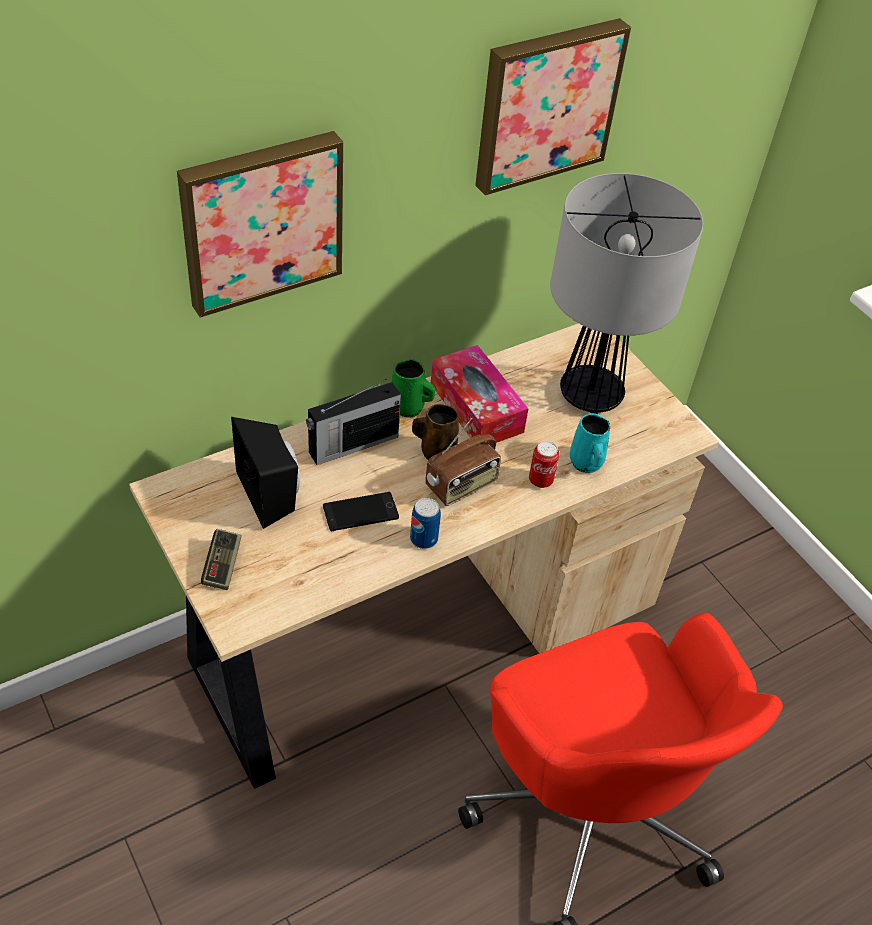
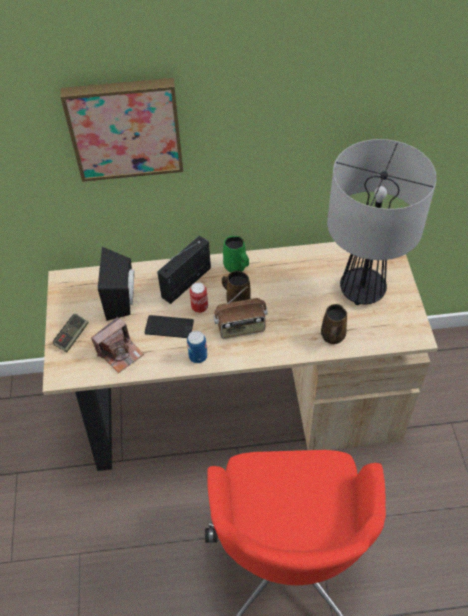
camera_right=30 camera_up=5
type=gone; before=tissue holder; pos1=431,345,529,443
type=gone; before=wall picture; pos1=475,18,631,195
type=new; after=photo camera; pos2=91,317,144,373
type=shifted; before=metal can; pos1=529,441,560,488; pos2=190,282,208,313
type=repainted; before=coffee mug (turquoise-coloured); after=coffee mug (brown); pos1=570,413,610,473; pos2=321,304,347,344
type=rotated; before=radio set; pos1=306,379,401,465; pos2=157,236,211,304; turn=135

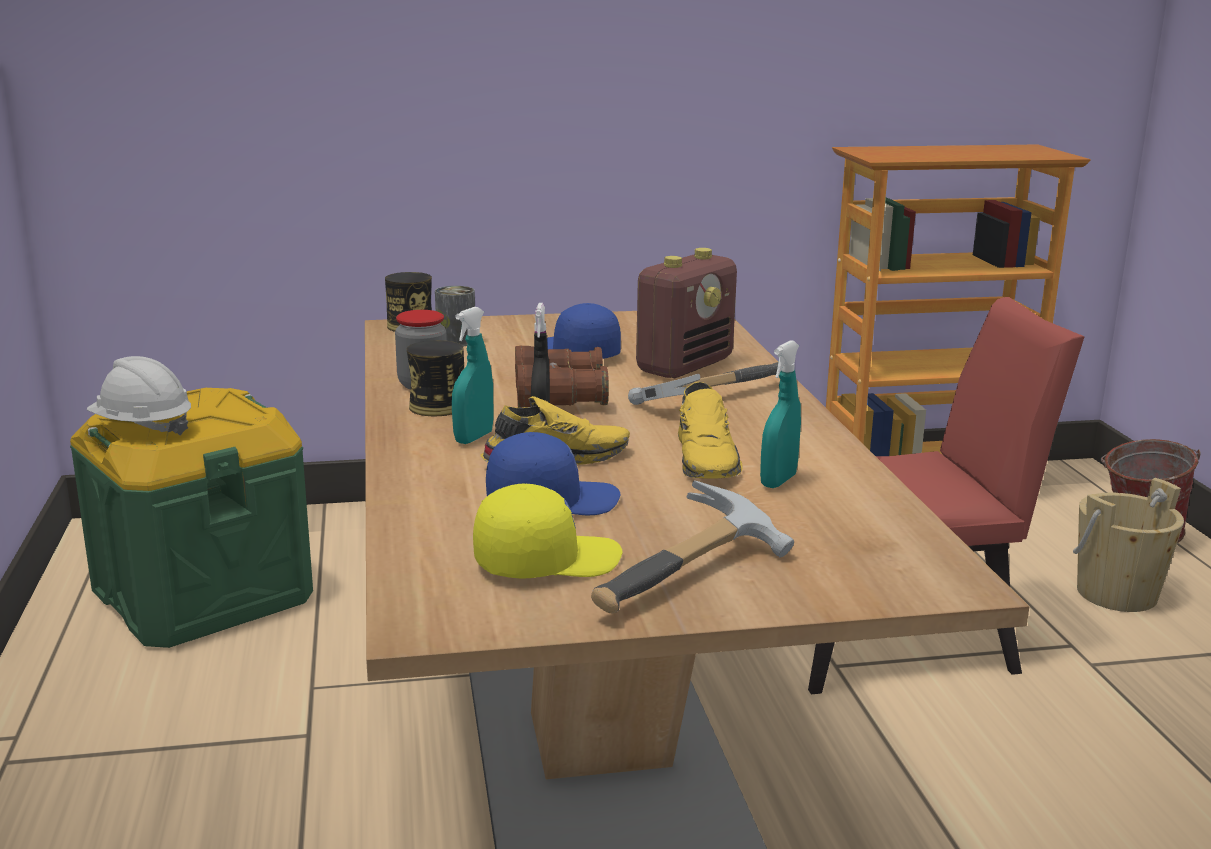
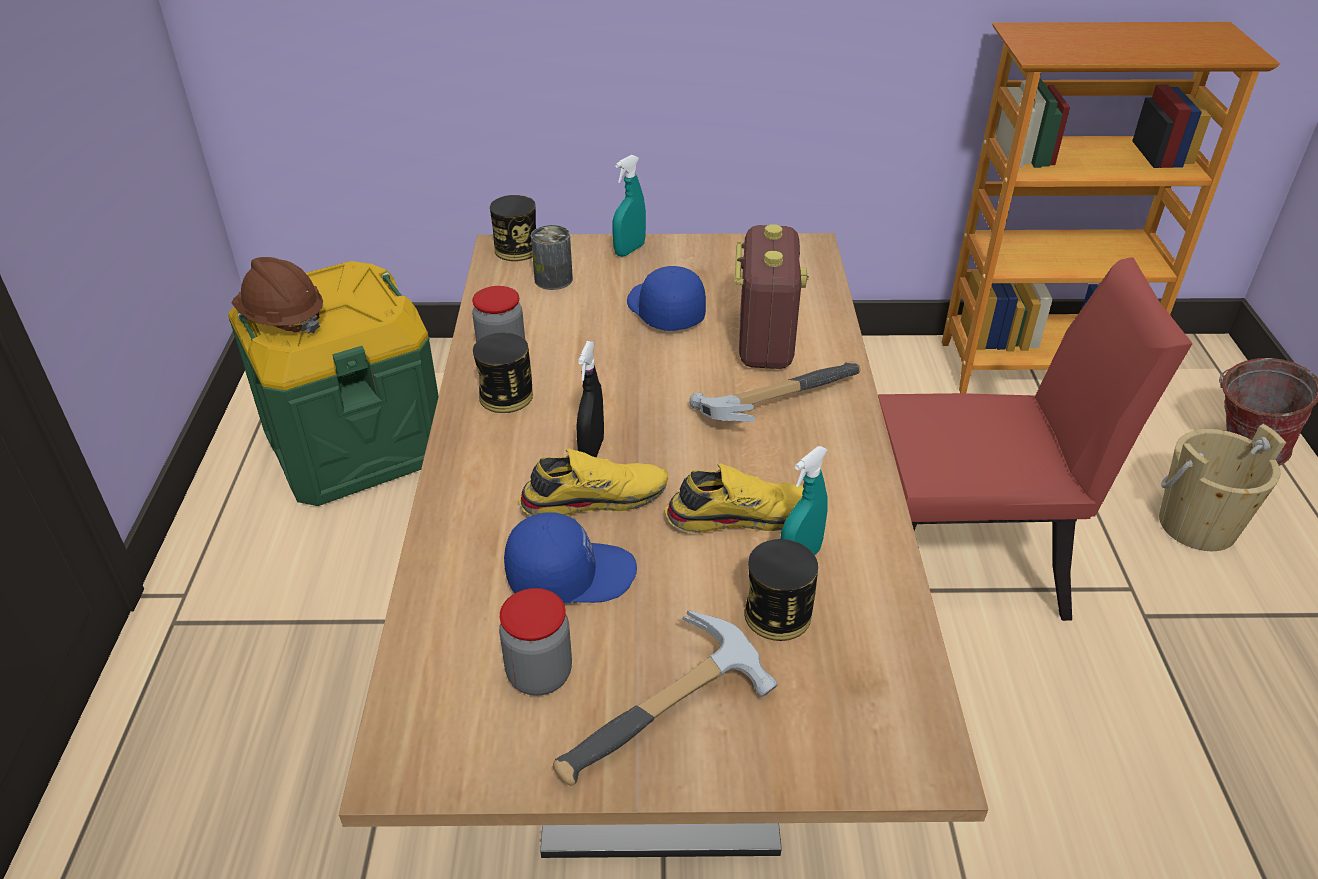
camera_right=10 camera_up=20
type=gone; before=field glasses (brown); pos1=515,346,609,408
type=new; after=metal can; pos2=744,539,818,641
type=shifted; before=spray bottle (turquoise-coloured); pos1=452,307,494,444; pos2=612,155,646,257
type=swapped; before=baseball cap (yellow-coloured); after=jar; pos1=473,484,623,579; pos2=499,588,572,696
type=repainted; before=safety helmet (whitish); after=safety helmet (brown); pos1=87,356,191,436; pos2=232,257,323,334
type=rotated; before=radio set; pos1=636,248,737,379; pos2=735,224,809,369; turn=-45
type=rotated; before=item of footwear (yellow-coloured); pos1=678,382,743,479; pos2=665,463,804,533; turn=-105

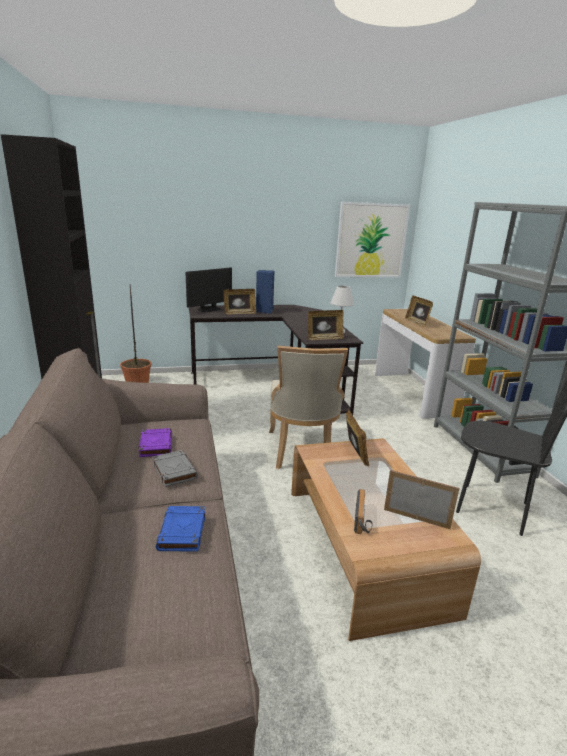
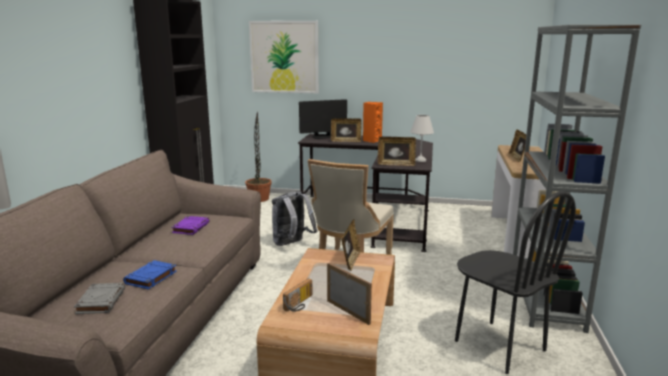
camera_right=25 camera_up=-5
type=new; after=rucksack (greyish); pos2=272,191,317,246
type=shifted; before=volume (greyish); pos1=152,450,198,487; pos2=74,283,125,314
type=shifted; before=wall picture; pos1=335,202,410,277; pos2=249,21,319,94
type=repainted; before=audio speaker (blue-coloured); after=audio speaker (orange); pos1=256,270,274,314; pos2=363,102,383,143

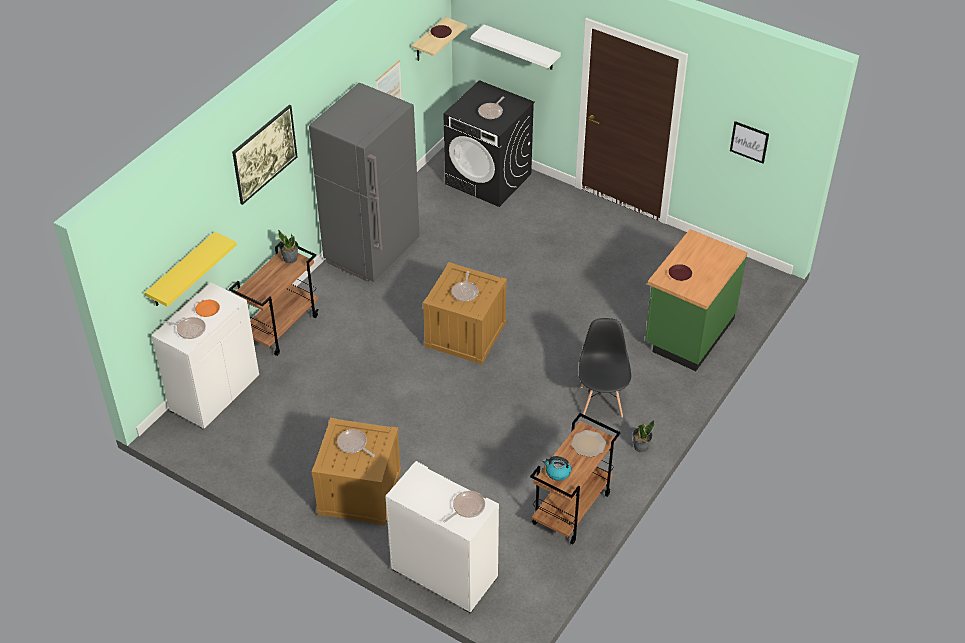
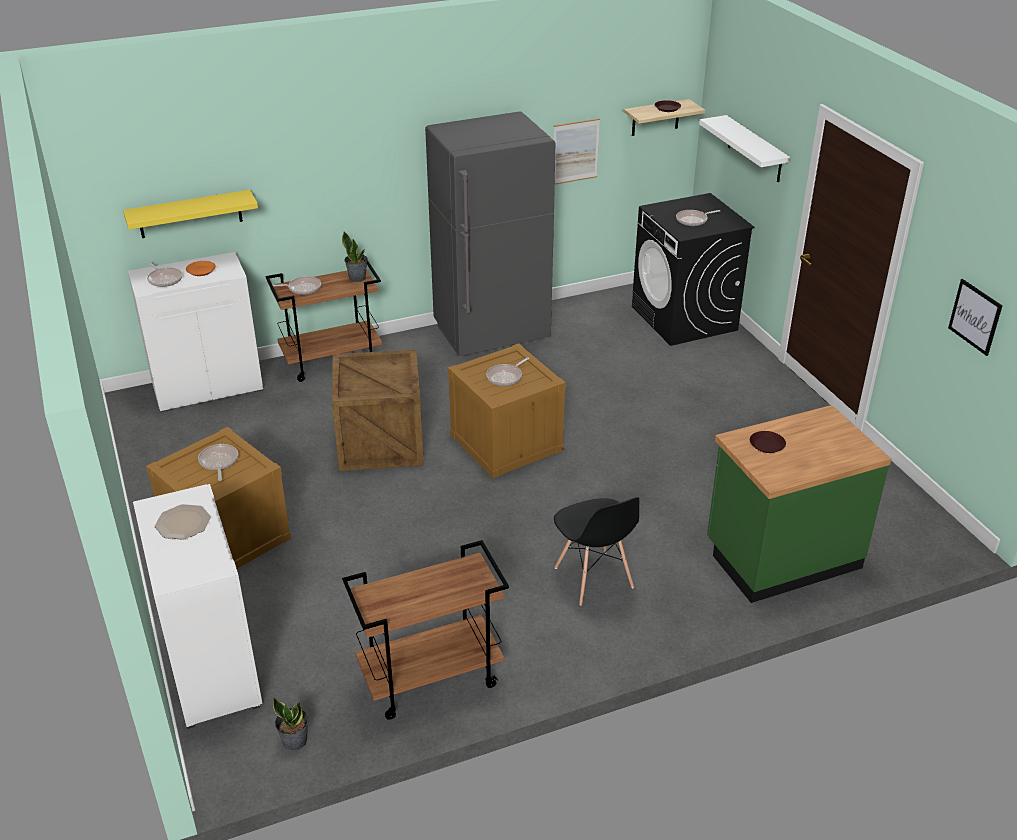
camera_right=35 camera_up=-10
type=gone; before=wall picture; pos1=232,105,297,205
type=gone; before=water kettle; pos1=543,456,571,481
type=new; after=shipping crate; pos2=332,350,424,471
type=shifted; before=skillet; pos1=443,491,485,523; pos2=273,276,321,295
type=shifted; before=flat dish; pos1=571,430,606,457; pos2=155,504,211,540
type=shifted; before=potted plant; pos1=632,420,654,453; pos2=273,698,309,751
type=rotated; before=plain chair (black-coloured); pos1=579,318,631,417; pos2=554,497,639,606; turn=120

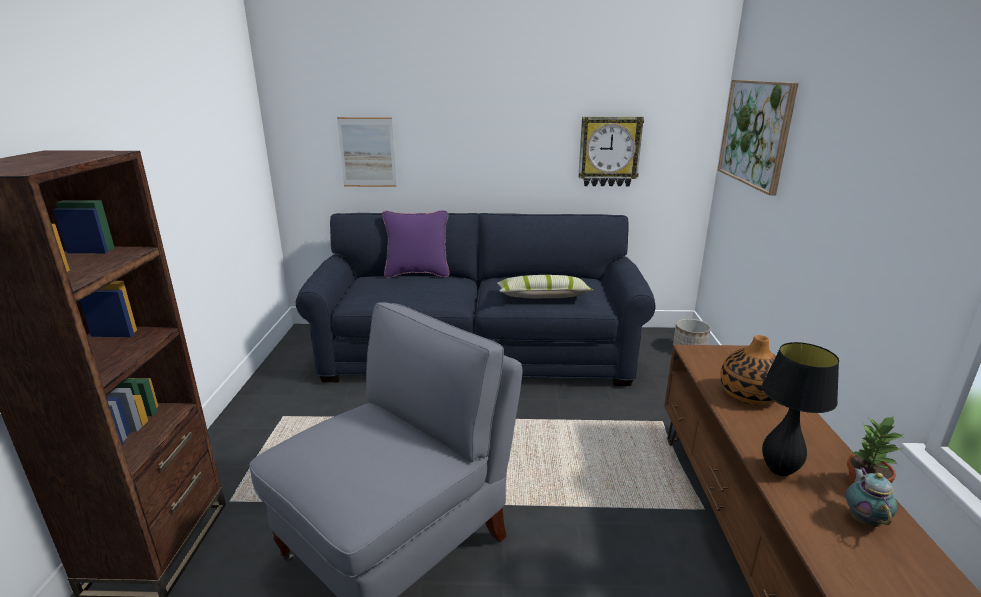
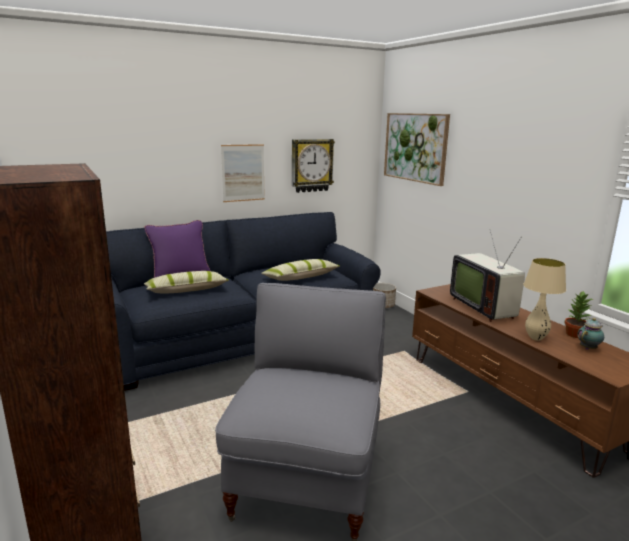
camera_right=-30 camera_up=-5
type=new; after=pillow; pos2=144,271,229,293
type=shifted; before=wall picture; pos1=337,117,397,187; pos2=221,144,265,202
type=swapped; before=vase; after=TV set; pos1=720,335,776,405; pos2=450,231,525,322
type=repainted; before=tabletop lamp (black-coloured); after=tabletop lamp (beige); pos1=762,342,839,476; pos2=523,258,566,341
type=rotated; before=pot for tea; pos1=846,467,897,527; pos2=577,318,604,349; turn=75

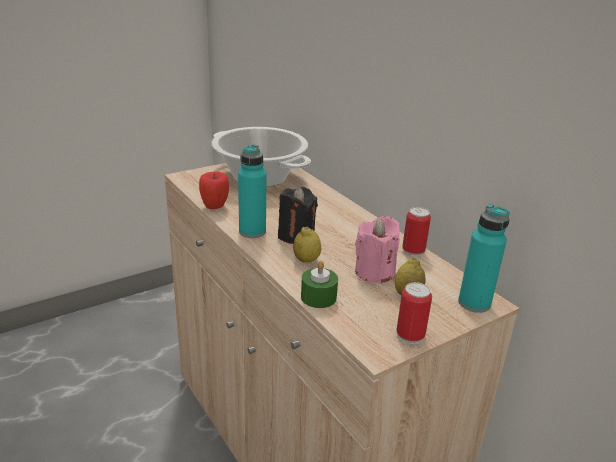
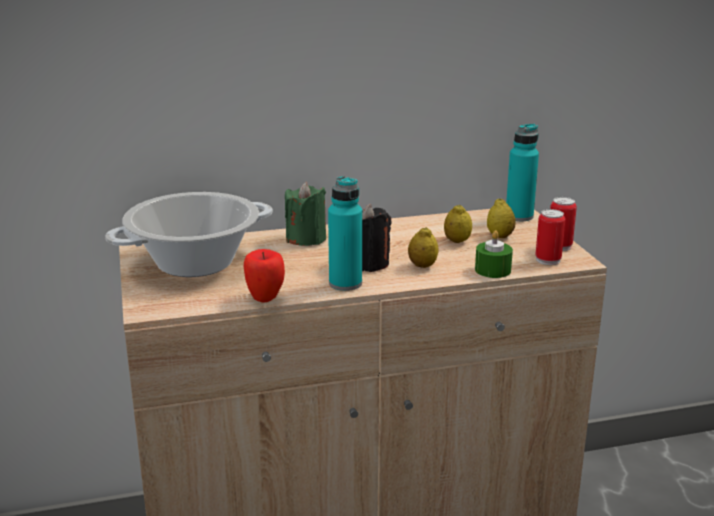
camera_right=-70 camera_up=-5
type=new; after=wax candle (greenish); pos2=285,182,326,246
type=shifted; before=metal can; pos1=402,207,431,257; pos2=535,209,565,265
type=swapped; before=wax candle (pinkish); after=lemon; pos1=355,216,400,284; pos2=444,205,472,243

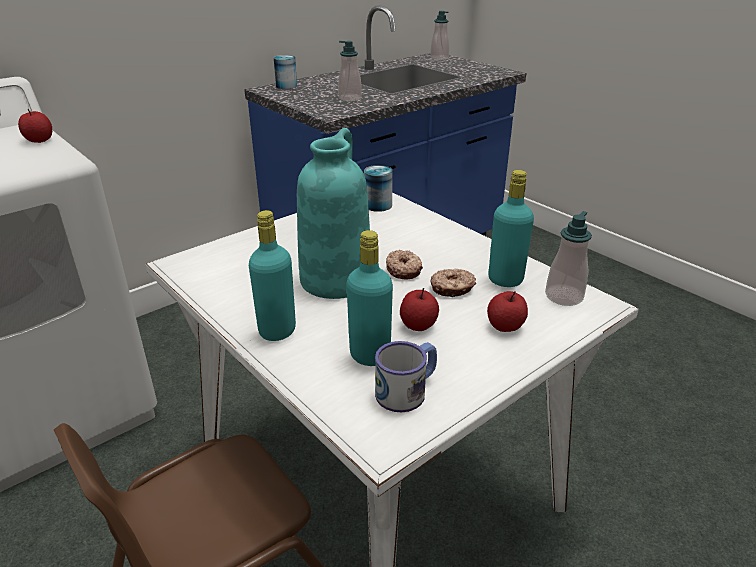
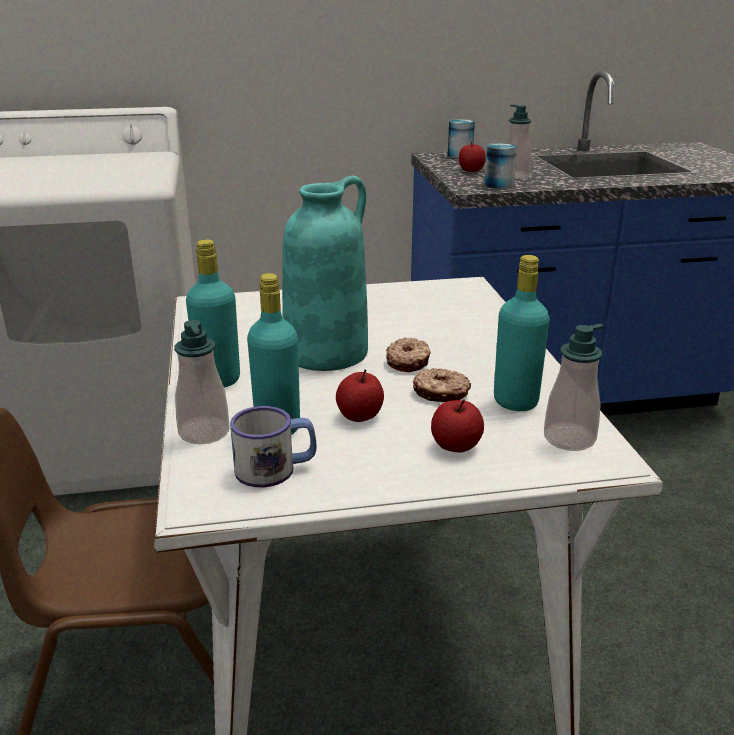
camera_right=30 camera_up=-5
type=shifted; before=apple fruit; pos1=18,109,52,143; pos2=459,141,486,172
type=shifted; before=metal can; pos1=364,165,393,212; pos2=485,143,517,189
type=shifted; before=soap dispenser; pos1=430,11,449,60; pos2=174,320,230,444

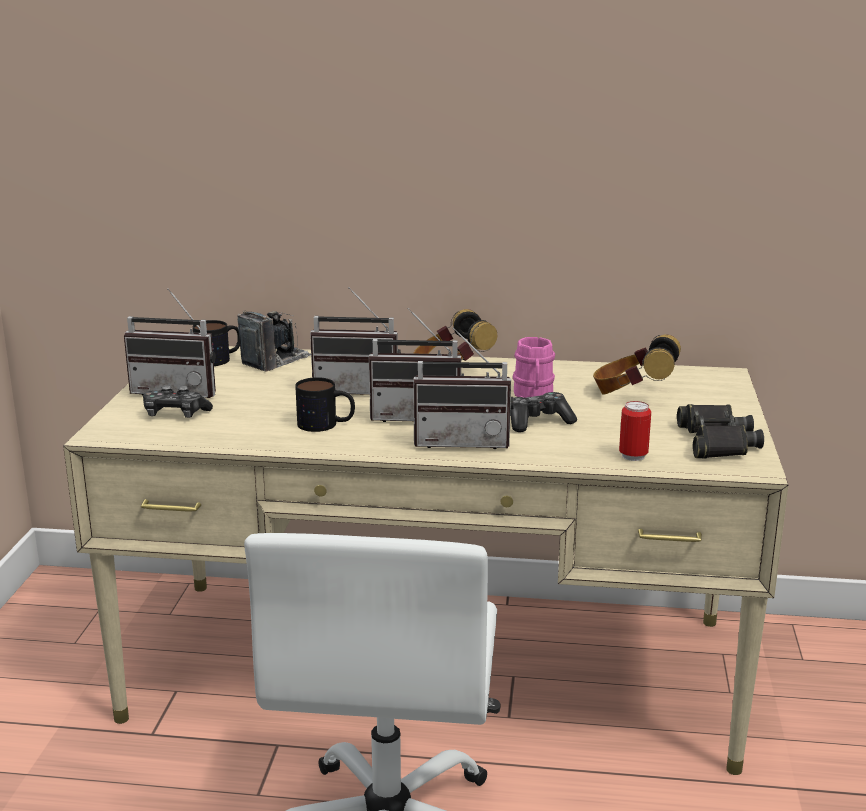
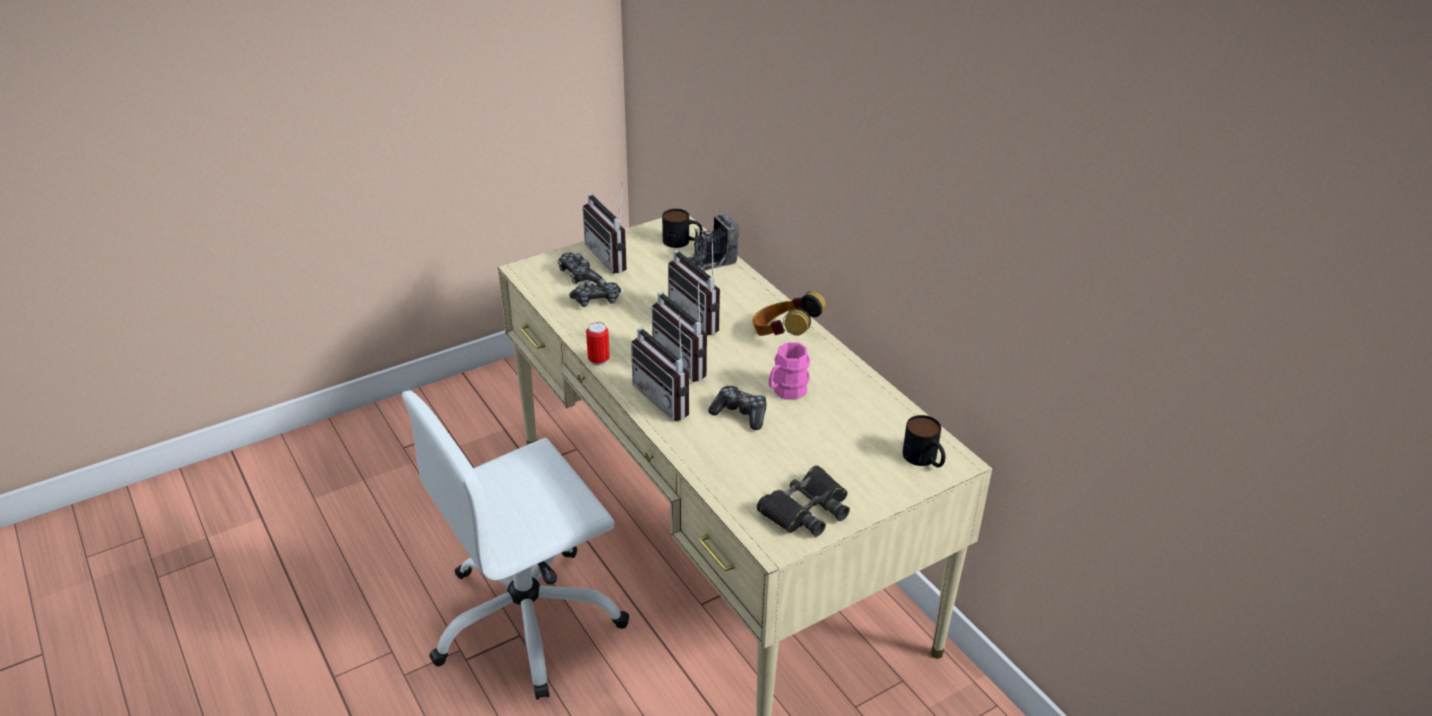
camera_right=50 camera_up=15
type=gone; before=headset; pos1=593,334,681,395
type=new; after=gamepad; pos2=569,279,621,307
type=shifted; before=coffee mug; pos1=295,377,355,432; pos2=902,415,946,468
type=shifted; before=metal can; pos1=619,401,651,461; pos2=586,322,610,366
type=rotated; before=photo camera; pos1=238,310,311,372; pos2=688,214,739,271; turn=150

